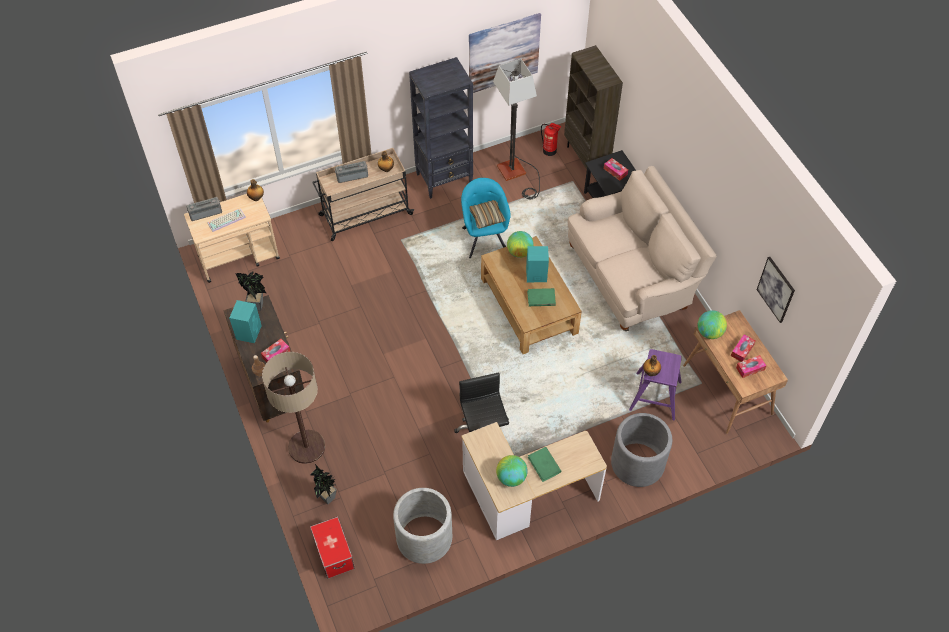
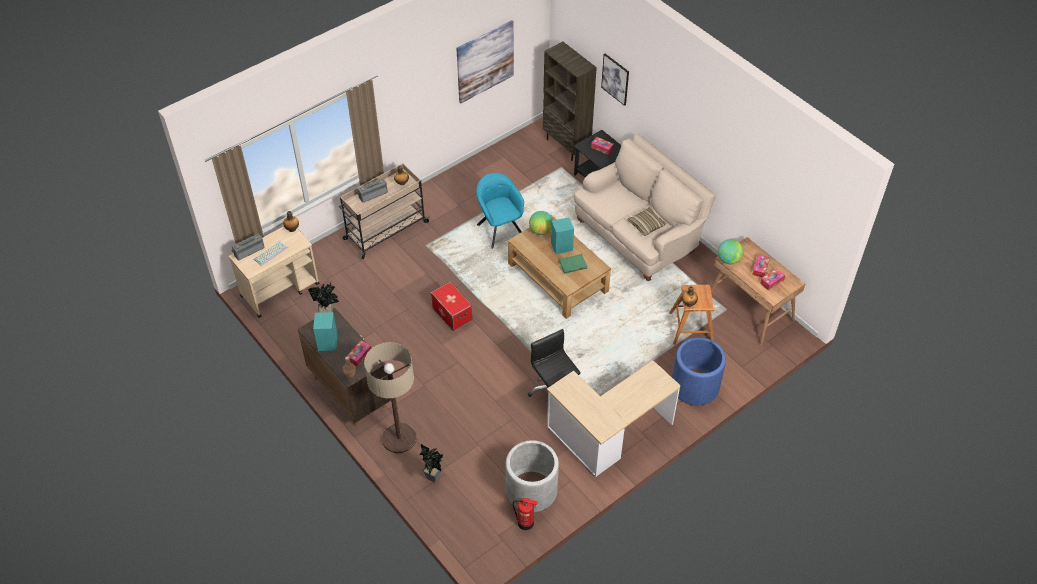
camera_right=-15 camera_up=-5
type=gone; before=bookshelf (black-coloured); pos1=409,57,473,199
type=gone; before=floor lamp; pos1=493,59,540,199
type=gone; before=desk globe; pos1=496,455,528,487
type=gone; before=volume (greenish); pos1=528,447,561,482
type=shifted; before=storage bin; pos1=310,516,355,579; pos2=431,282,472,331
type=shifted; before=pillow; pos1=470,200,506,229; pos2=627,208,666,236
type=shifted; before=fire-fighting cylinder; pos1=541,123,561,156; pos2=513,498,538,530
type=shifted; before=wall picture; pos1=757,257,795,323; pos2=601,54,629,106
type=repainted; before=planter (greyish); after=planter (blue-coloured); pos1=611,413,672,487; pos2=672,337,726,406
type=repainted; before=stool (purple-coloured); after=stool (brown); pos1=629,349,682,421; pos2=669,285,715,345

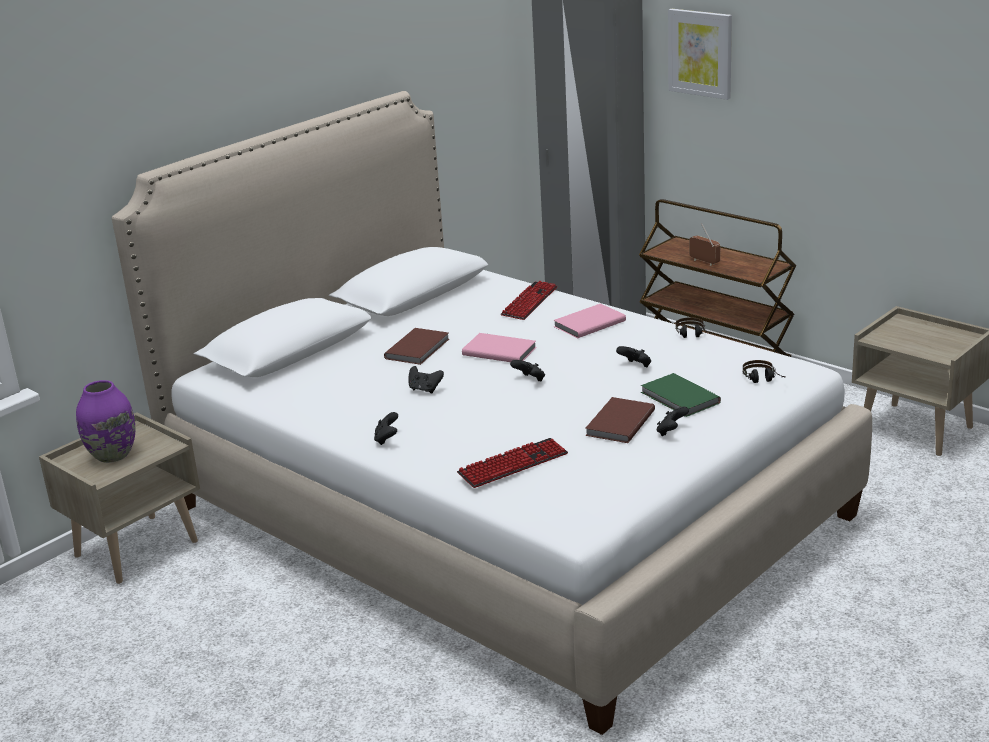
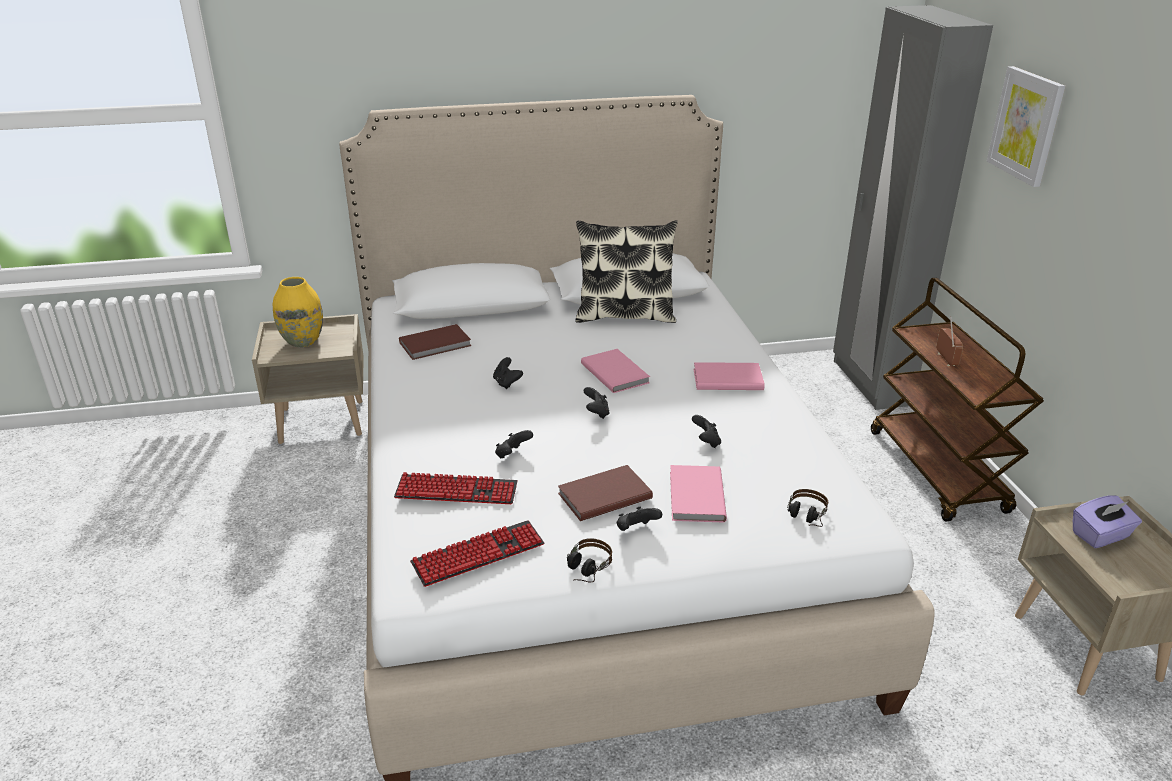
camera_right=35 camera_up=5
type=new; after=pillow; pos2=576,220,678,323
type=new; after=tissue holder (purple-coloured); pos2=1073,495,1142,548
type=shifted; before=gamepad (black-coloured); pos1=374,412,398,445; pos2=495,430,533,459
type=shifted; before=volume (brown); pos1=384,328,449,365; pos2=399,324,471,360
type=shifted; before=keyboard; pos1=501,281,558,320; pos2=410,520,544,587
type=shifted; before=headset; pos1=675,317,711,338; pos2=567,538,612,582
type=repainted; before=vase (purple-coloured); after=vase (yellow-coloured); pos1=76,380,135,463; pos2=273,277,323,347
type=repainted; before=volume (greenish); after=volume (pinkish); pos1=641,373,721,417; pos2=670,465,727,522

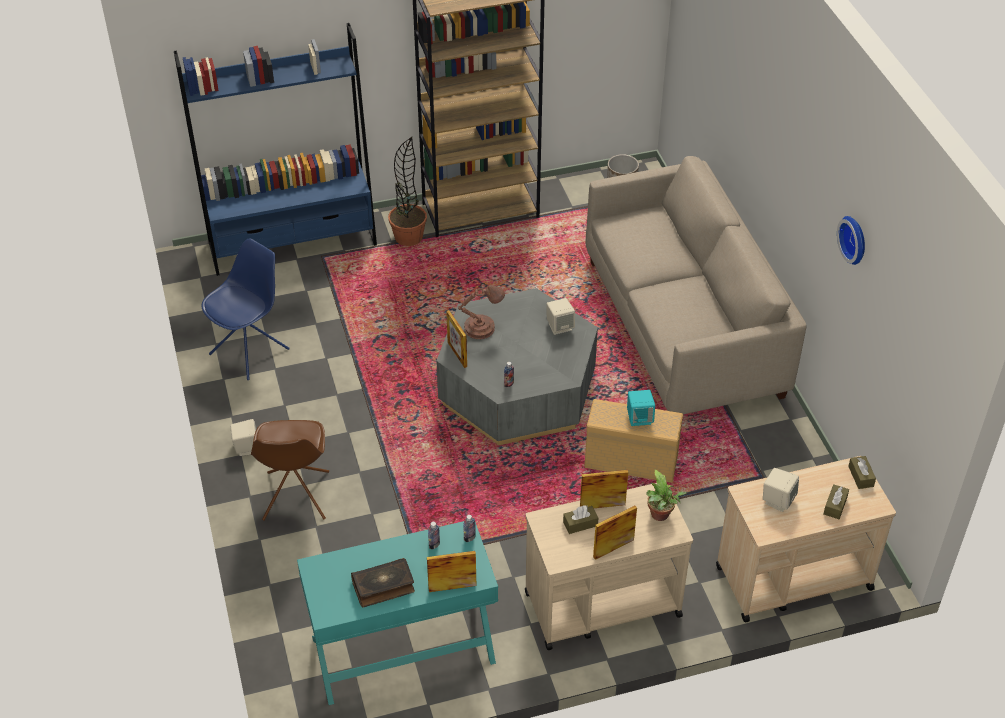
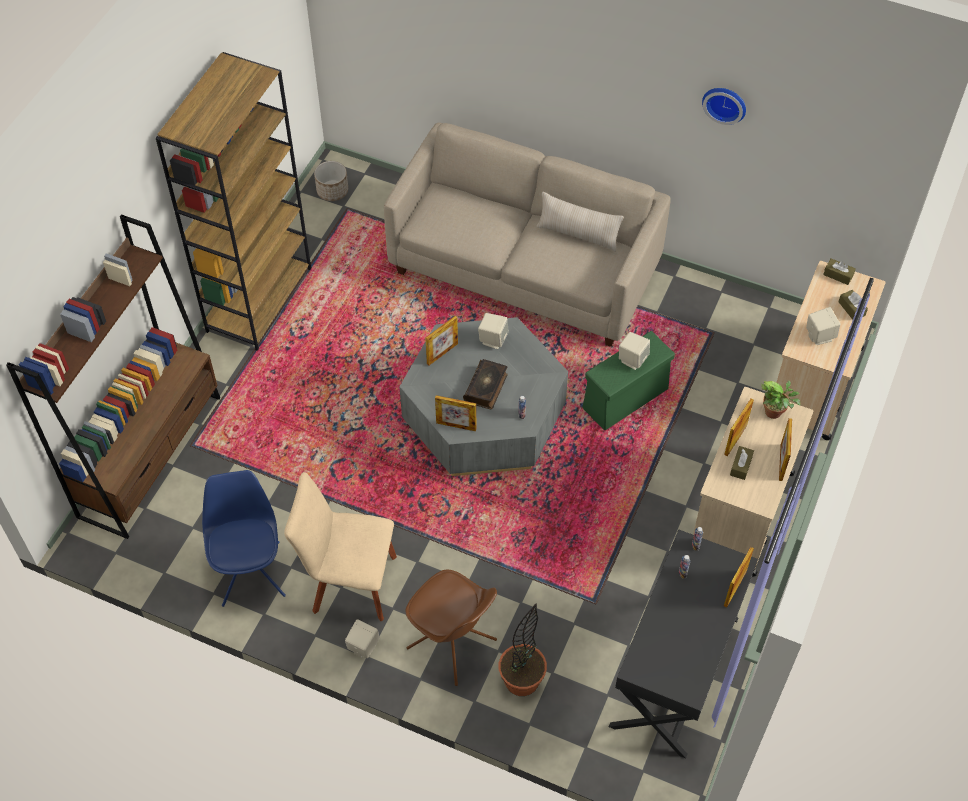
camera_right=-50 camera_up=10
type=gone; before=tabletop lamp (brown); pos1=458,285,505,339
type=new; after=plain chair (beige); pos2=284,472,397,621
type=new; after=standing frame; pos2=425,316,458,365
type=new; after=pillow (beige); pos2=536,192,624,252
type=shifted; before=volume; pos1=351,558,415,607; pos2=463,359,508,409
type=shifted; before=potted plant; pos1=388,137,427,246; pos2=499,603,547,696
type=repainted; before=bookshelf (blue-coloured); after=bookshelf (brown); pos1=174,23,377,276; pos2=6,215,220,539
type=repainted; before=desk (turquoise-coloured); after=desk (black-coloured); pos1=297,521,498,705; pos2=609,530,758,758
type=repainted; before=storage bin (beige); after=storage bin (greenish); pos1=584,399,683,483; pos2=582,331,675,430
type=repainted; before=audio speaker (turquoise-coloured); after=audio speaker (beige); pos1=627,390,655,426; pos2=619,332,650,370

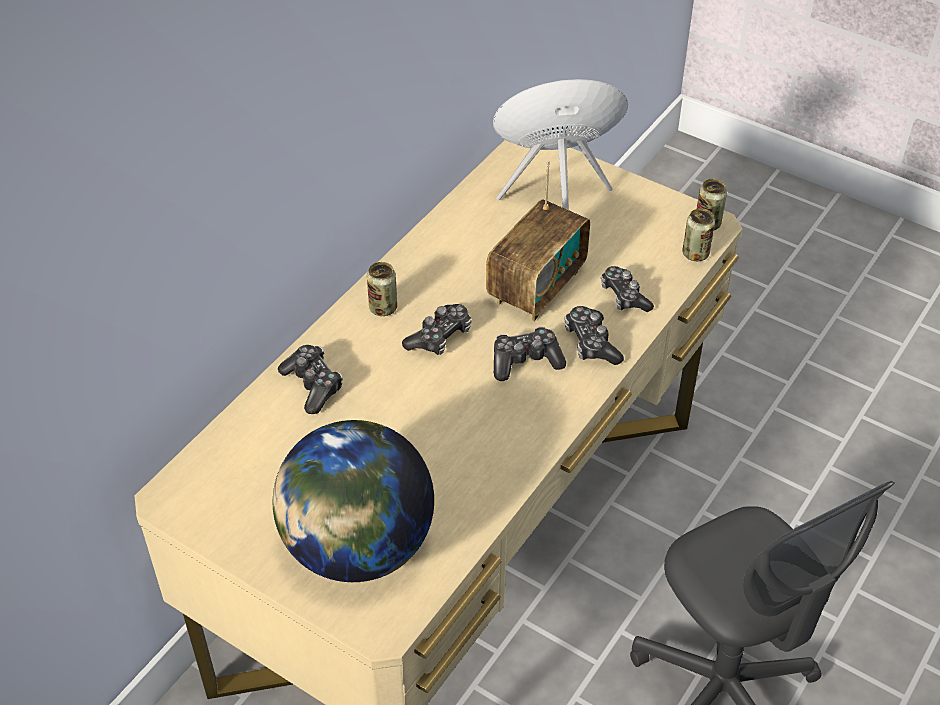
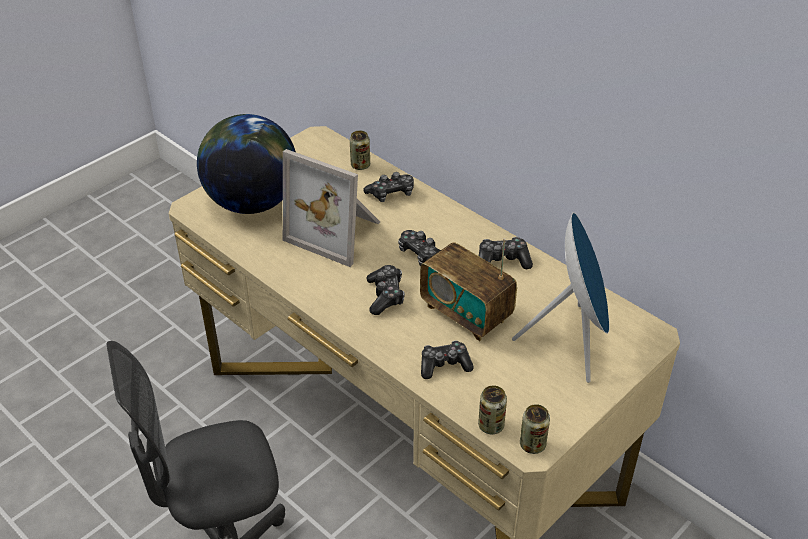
camera_right=100 camera_up=-5
type=new; after=standing frame; pos2=283,149,380,267
type=shifted; before=metal can; pos1=367,262,397,316; pos2=350,131,370,170
type=shifted; before=gamepad; pos1=565,306,624,365; pos2=479,237,533,269

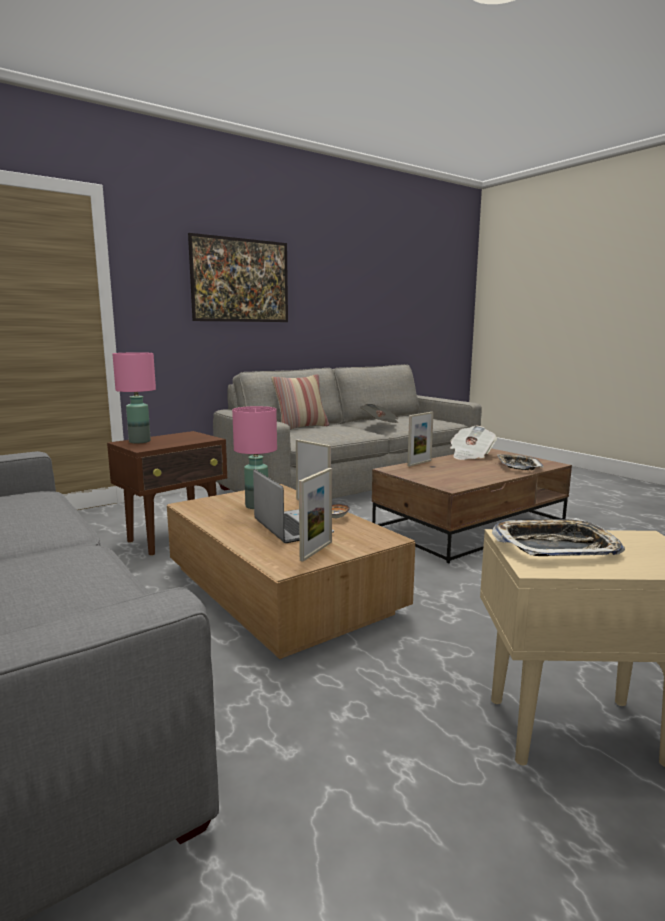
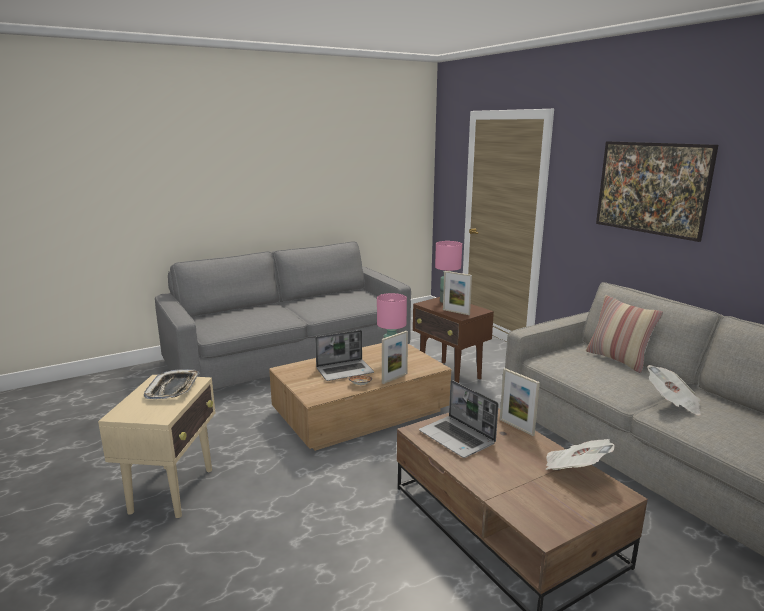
camera_right=95 camera_up=5
type=gone; before=tray; pos1=497,454,543,470
type=new; after=laptop; pos2=419,380,499,458
type=shifted; before=standing frame; pos1=299,468,332,562; pos2=443,271,472,315

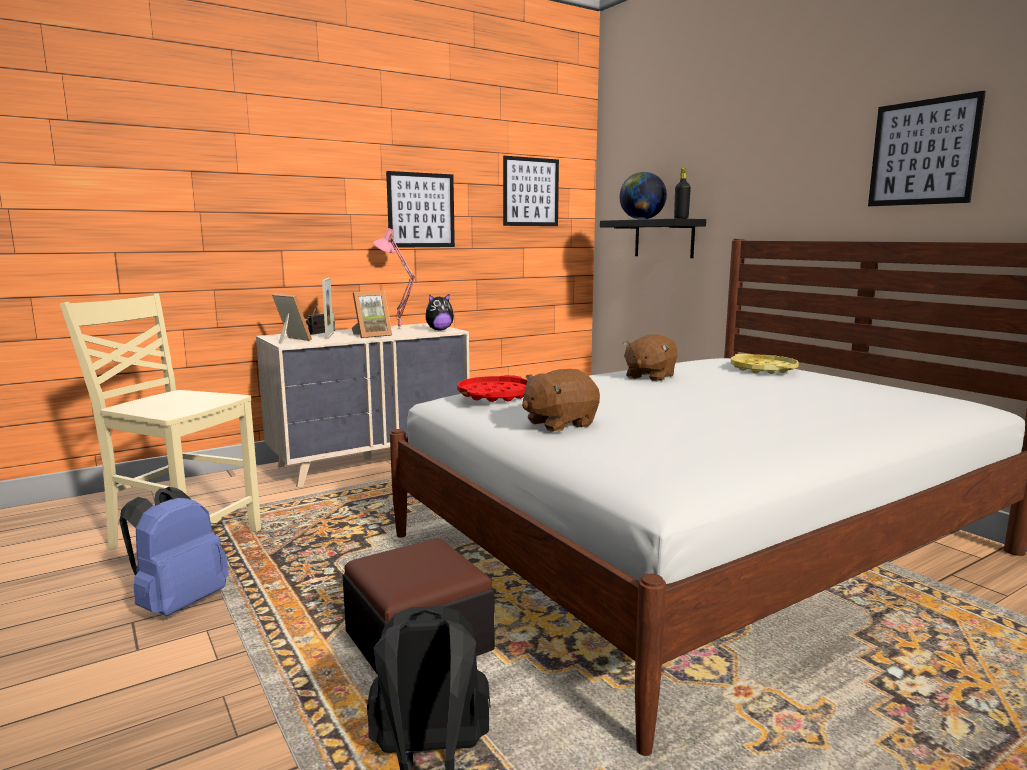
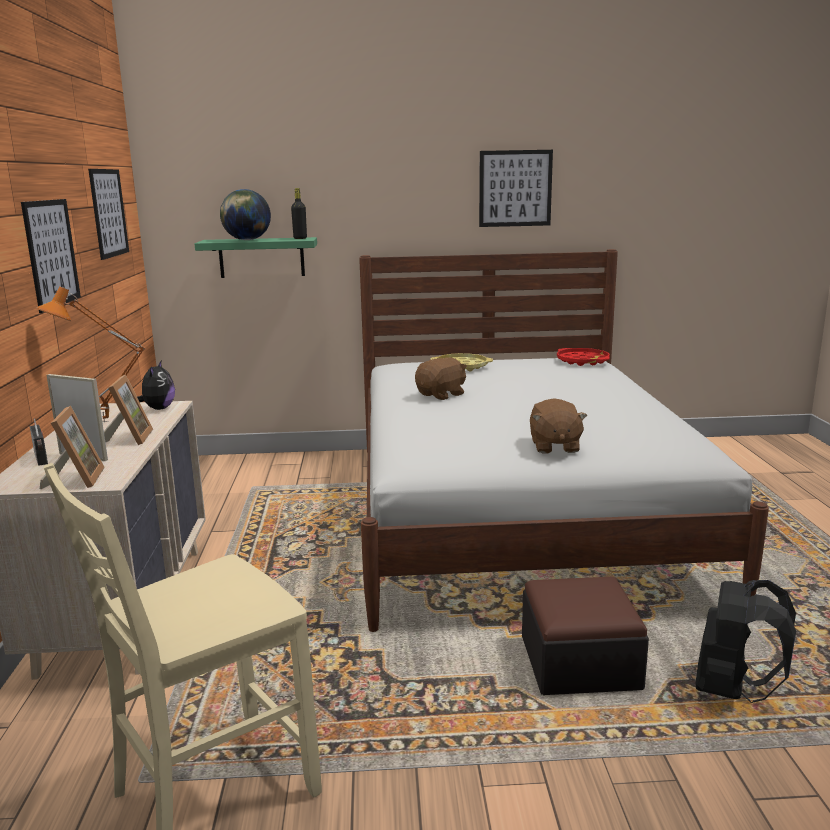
camera_right=-60 camera_up=5
type=gone; before=rucksack (blue-coloured); pos1=120,487,229,616
type=shifted; before=tray (reddish); pos1=457,375,528,402; pos2=557,348,610,366
type=repainted; before=tabletop lamp (pinkish); after=tabletop lamp (orange); pos1=373,228,415,329; pos2=36,286,145,422
type=repainted; before=bracket shelf (black-coloured); after=bracket shelf (greenish); pos1=600,219,706,258; pos2=195,237,317,278
type=rotated; before=standing frame; pos1=272,294,312,344; pos2=40,406,105,489; turn=105
type=rotated; before=plush toy (brown); pos1=623,334,678,382; pos2=415,357,467,400; turn=-105

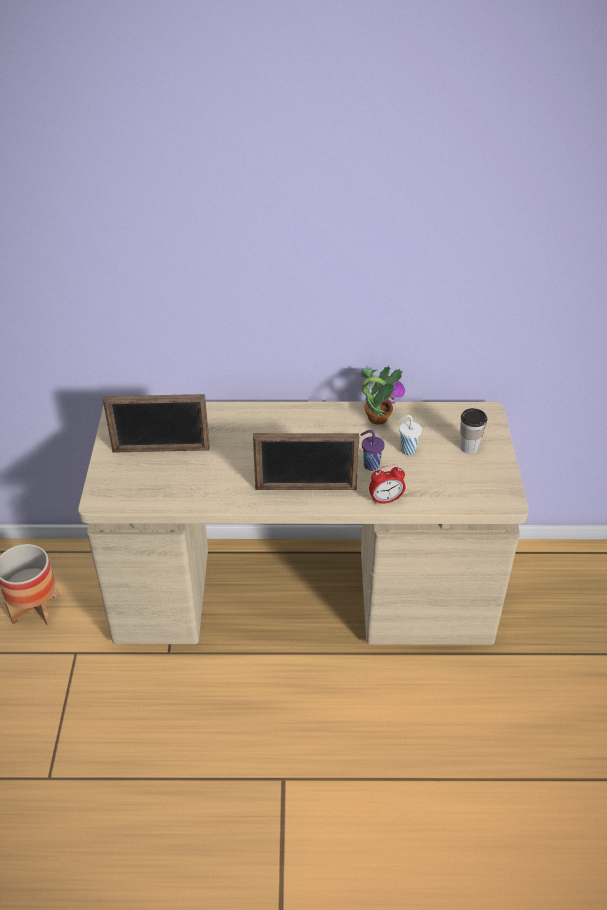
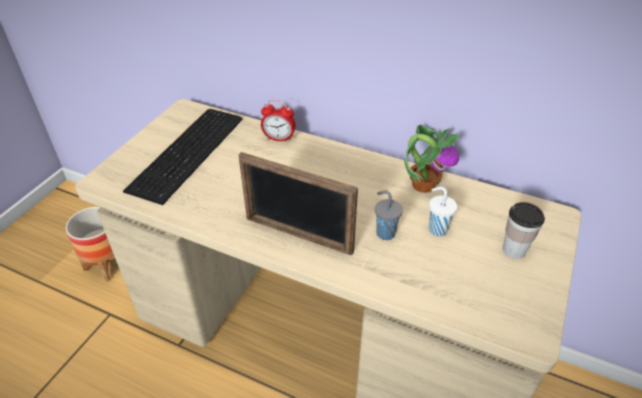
camera_right=25 camera_up=0
type=shifted; before=table clock; pos1=369,465,405,505; pos2=261,100,295,142
type=swapped; before=standing frame; after=keyboard; pos1=103,394,210,453; pos2=123,109,242,205
type=repainted; before=small cup (purple-coloured); after=small cup (greyish); pos1=360,430,385,471; pos2=375,190,403,240

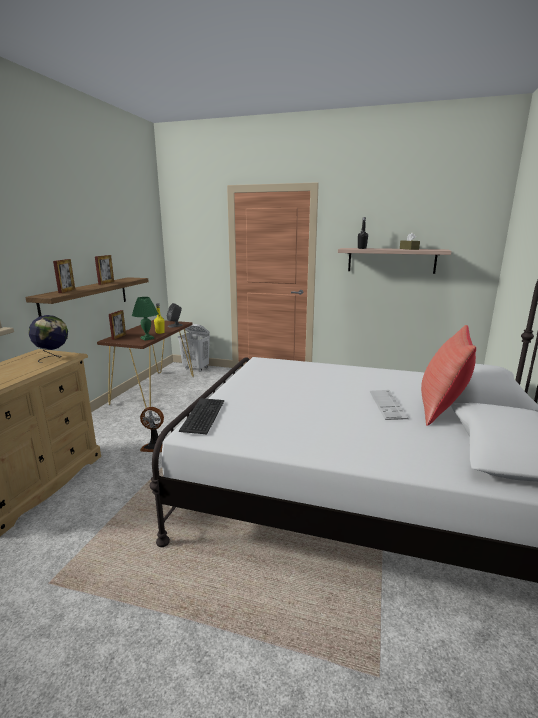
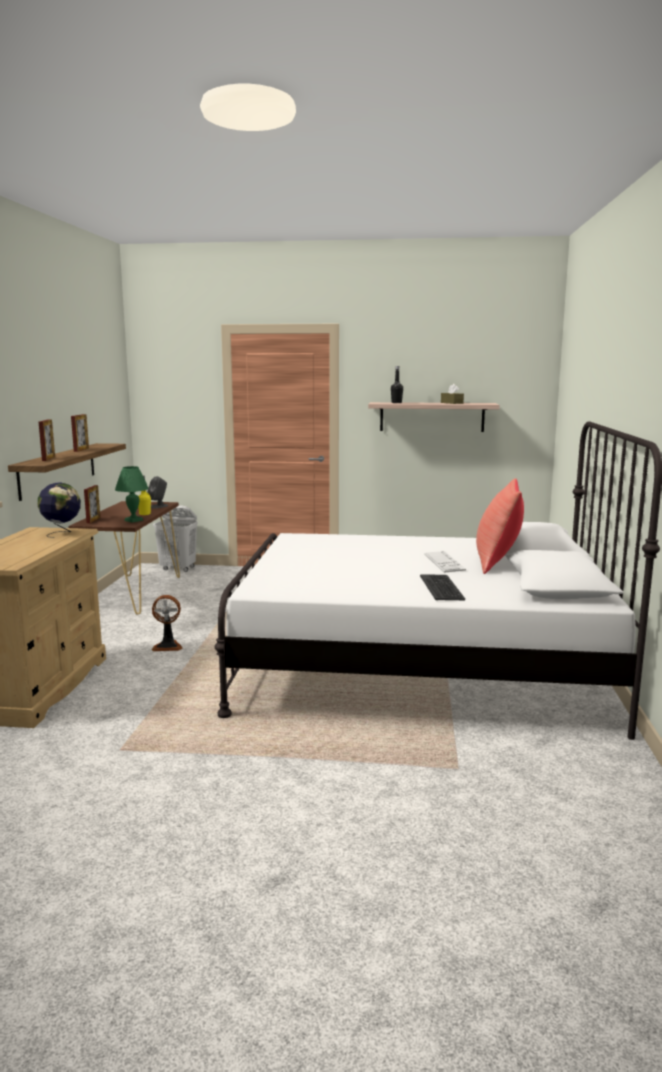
camera_right=-10 camera_up=-5
type=shifted; before=keyboard; pos1=179,398,224,434; pos2=420,574,465,600

